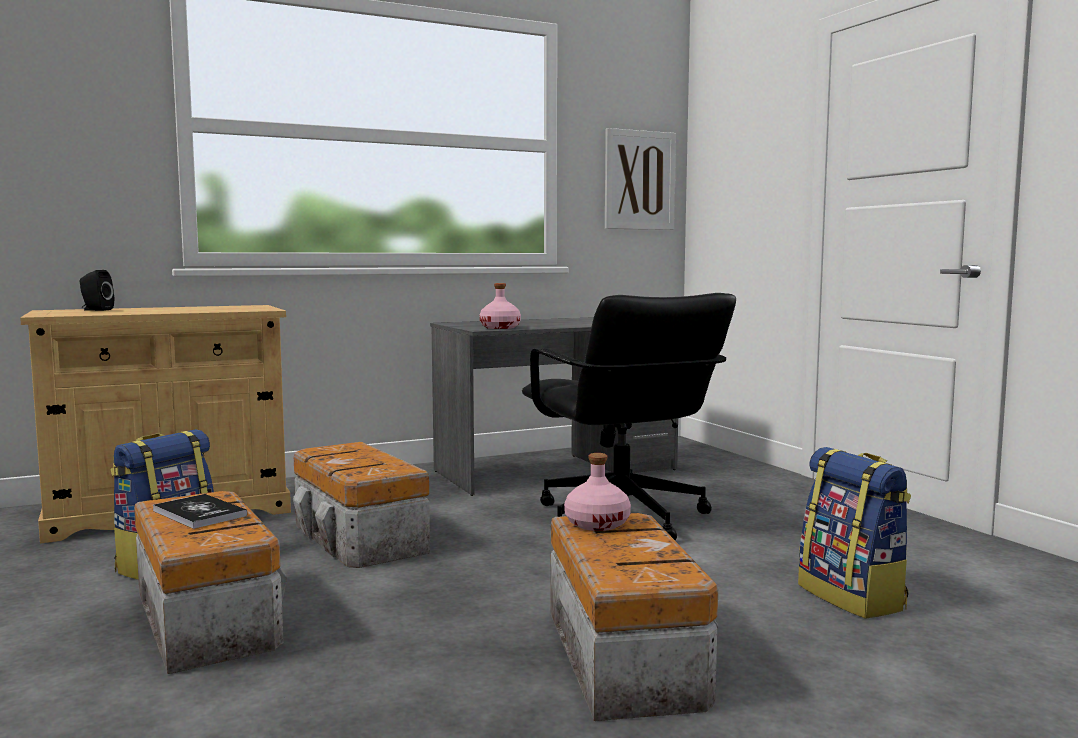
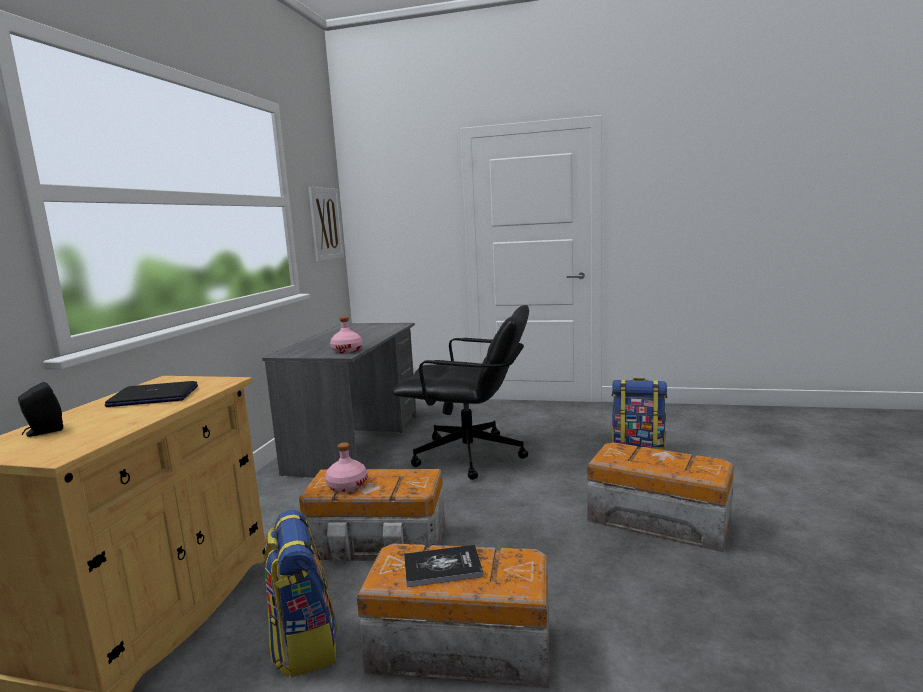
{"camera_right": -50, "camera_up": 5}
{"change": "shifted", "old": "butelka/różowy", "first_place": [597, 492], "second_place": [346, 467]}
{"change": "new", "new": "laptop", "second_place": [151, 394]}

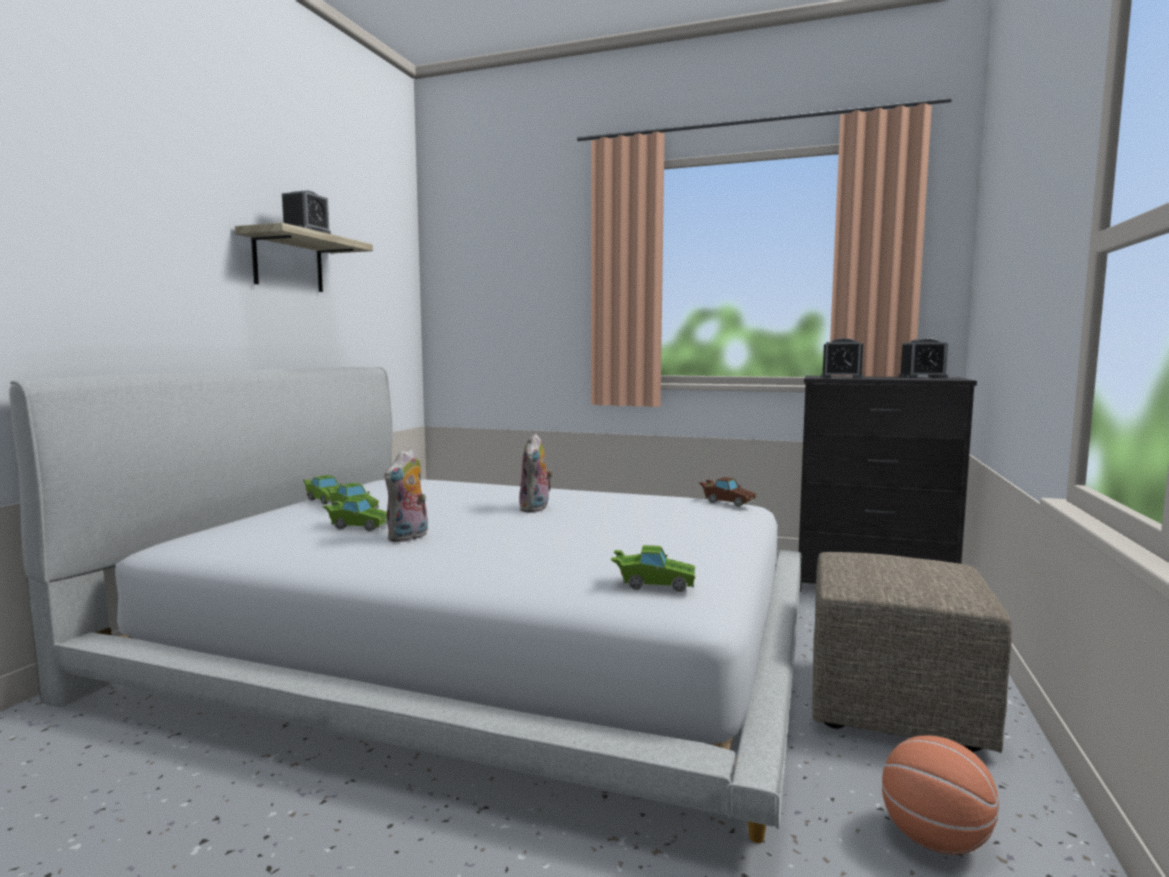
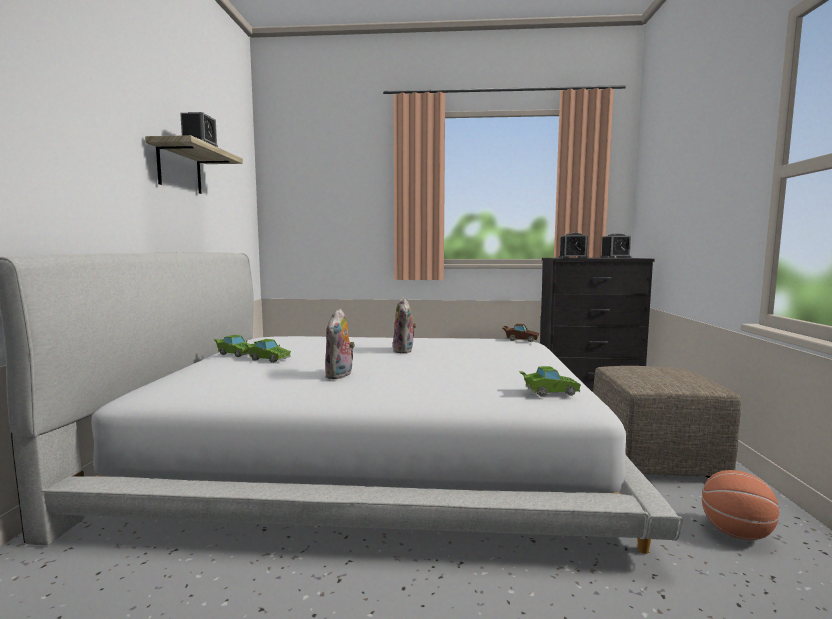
{"camera_right": -15, "camera_up": 0}
{"change": "gone", "old": "samochodzik/zielony", "first_place": [354, 514]}

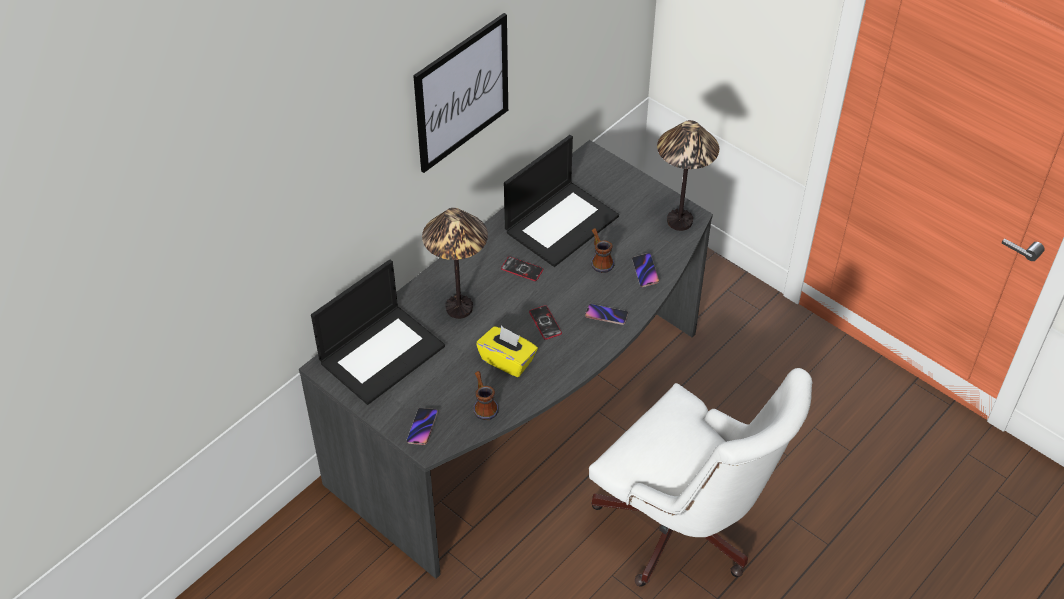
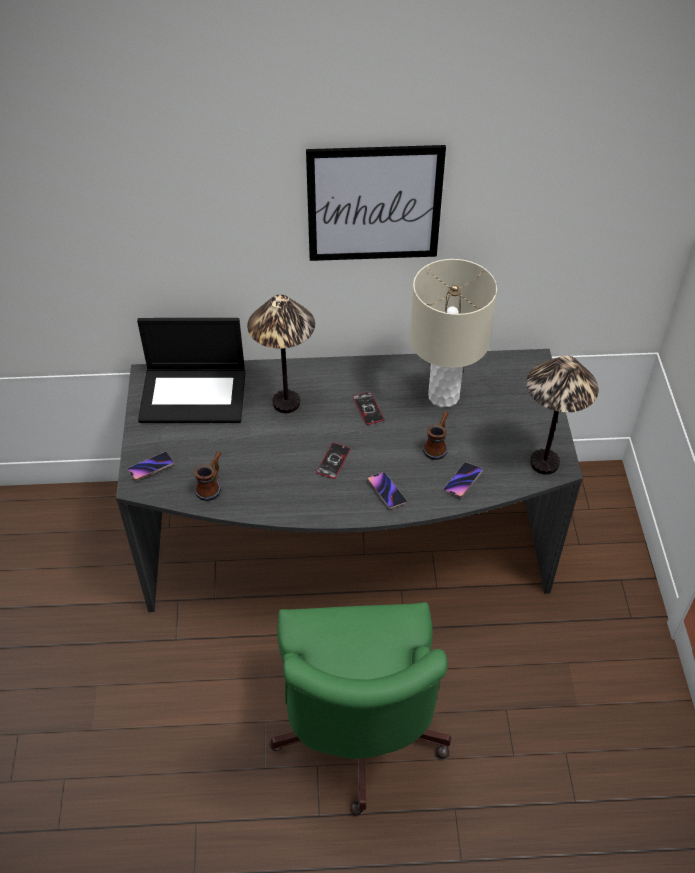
{"camera_right": 45, "camera_up": 0}
{"change": "gone", "old": "pudełko chusteczek/żółty", "first_place": [507, 351]}
{"change": "swapped", "old": "laptop", "new": "lampa stołowa/beżowy", "first_place": [561, 201], "second_place": [453, 333]}
{"change": "repainted", "old": "krzesło biurowe/biały", "new": "krzesło biurowe/zielony", "first_place": [700, 477], "second_place": [360, 709]}

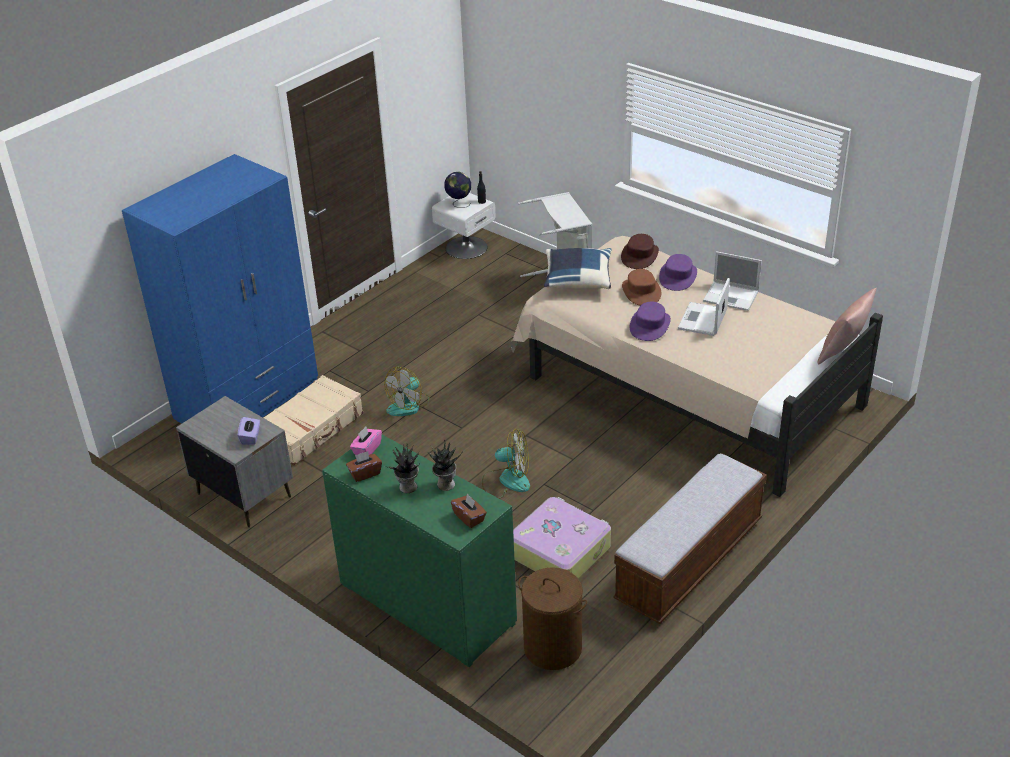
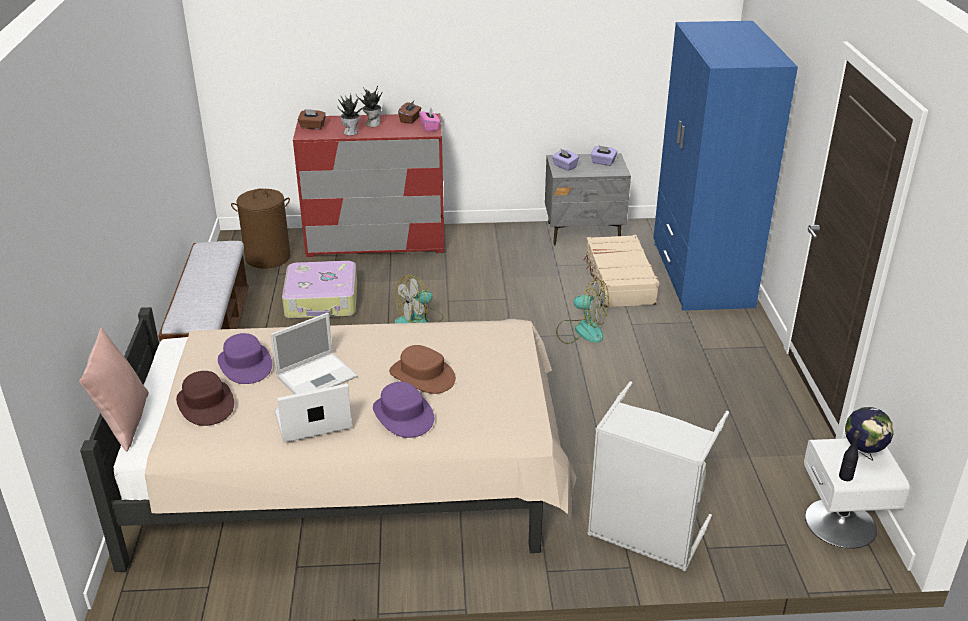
{"camera_right": 135, "camera_up": -5}
{"change": "repainted", "old": "komoda/zielony", "new": "komoda/czerwony", "first_place": [419, 551], "second_place": [369, 185]}
{"change": "rotated", "old": "wentylator", "first_place": [406, 391], "second_place": [582, 311], "degrees": 120}
{"change": "gone", "old": "poduszka/niebieski", "first_place": [578, 268]}
{"change": "shifted", "old": "kapelusz/brązowy", "first_place": [640, 251], "second_place": [205, 398]}
{"change": "shifted", "old": "kapelusz/fioletowy", "first_place": [650, 321], "second_place": [245, 358]}
{"change": "rotated", "old": "laptop", "first_place": [704, 307], "second_place": [314, 353], "degrees": 75}
{"change": "new", "new": "pudełko chusteczek/fioletowy", "second_place": [604, 156]}

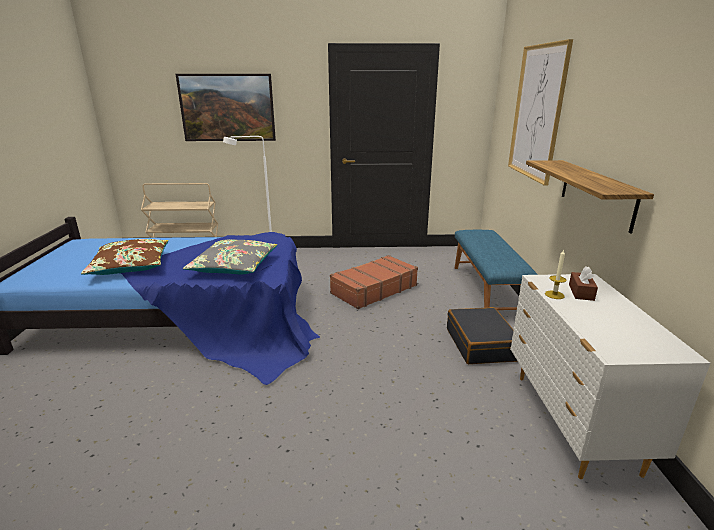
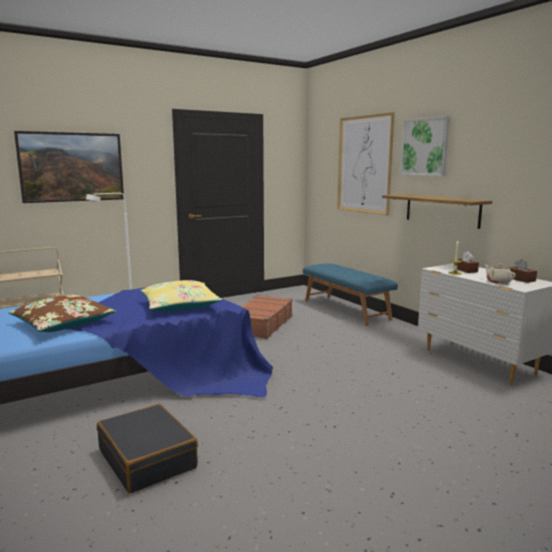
{"camera_right": -30, "camera_up": -10}
{"change": "repainted", "old": "poduszka/szary", "new": "poduszka/żółty", "first_place": [230, 257], "second_place": [181, 296]}
{"change": "shifted", "old": "walizka/czarny", "first_place": [482, 335], "second_place": [147, 449]}
{"change": "new", "new": "obraz", "second_place": [425, 146]}
{"change": "new", "new": "imbryk/beżowy", "second_place": [500, 274]}
{"change": "new", "new": "pudełko chusteczek/brązowy", "second_place": [522, 271]}

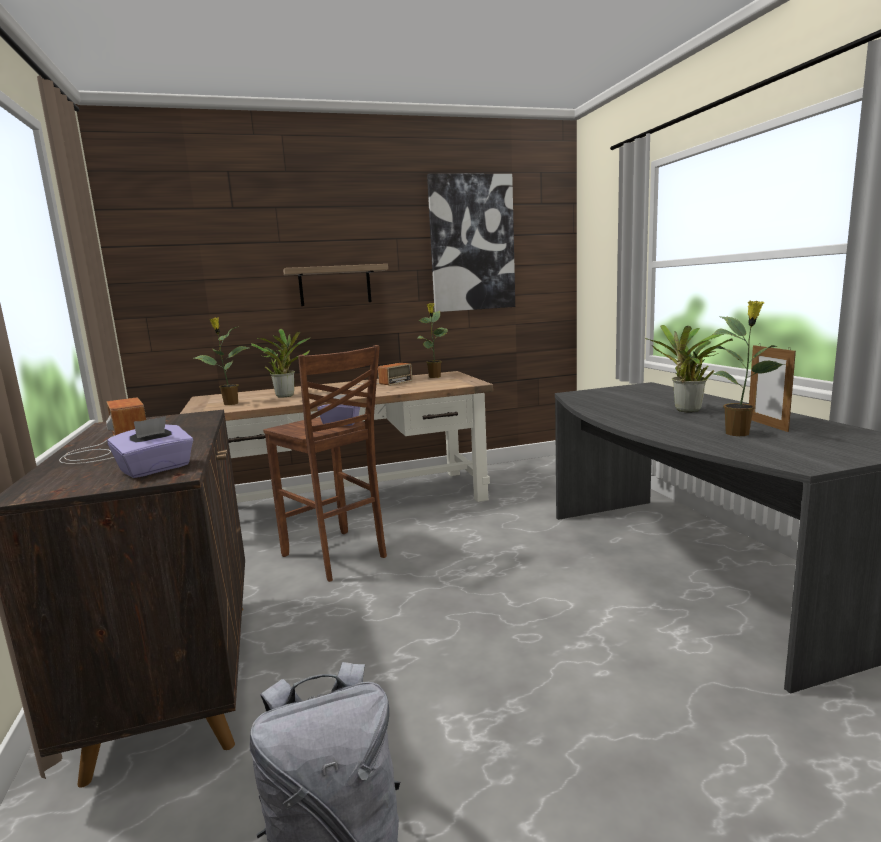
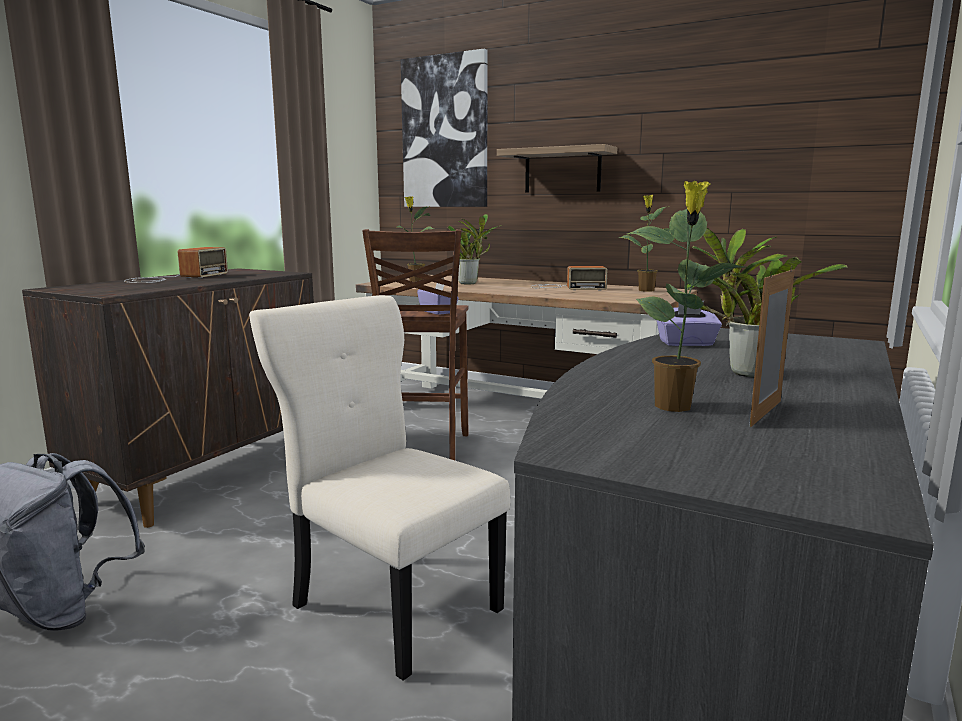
{"camera_right": 45, "camera_up": 0}
{"change": "shifted", "old": "pudełko chusteczek/fioletowy", "first_place": [150, 447], "second_place": [689, 323]}
{"change": "shifted", "old": "obraz", "first_place": [471, 242], "second_place": [444, 127]}
{"change": "new", "new": "krzesło/beżowy", "second_place": [379, 488]}

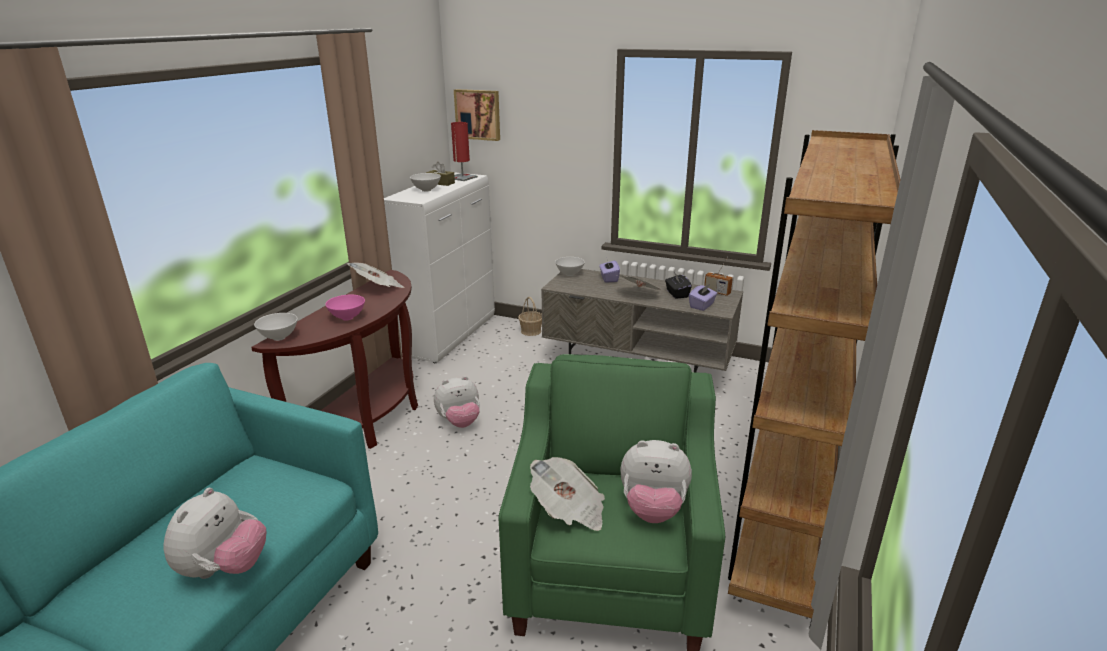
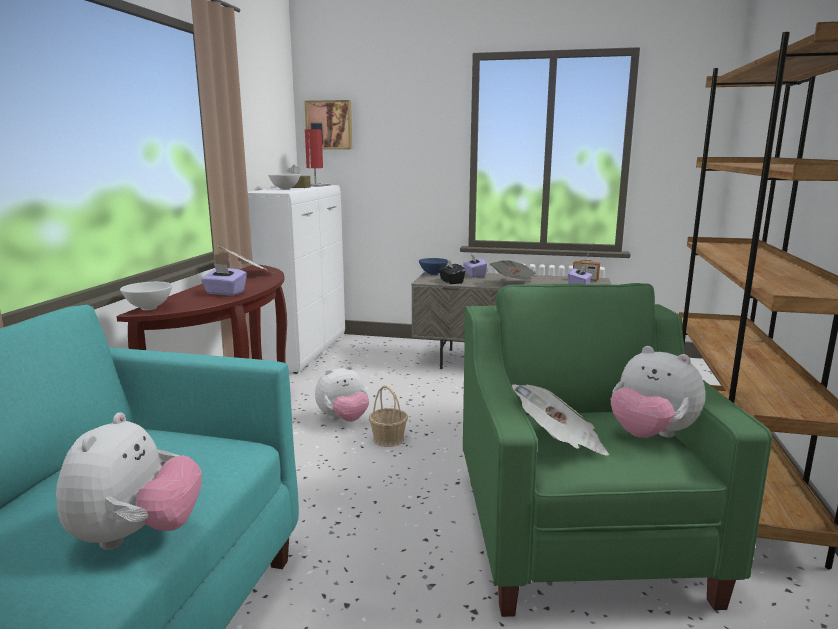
{"camera_right": -10, "camera_up": -10}
{"change": "swapped", "old": "miska/różowy", "new": "pudełko chusteczek/fioletowy", "first_place": [345, 307], "second_place": [224, 279]}
{"change": "shifted", "old": "koszyk", "first_place": [530, 316], "second_place": [388, 416]}
{"change": "repainted", "old": "miska/biały", "new": "miska/niebieski", "first_place": [570, 266], "second_place": [433, 266]}
{"change": "rotated", "old": "pluszak", "first_place": [656, 481], "second_place": [658, 392], "degrees": 45}
{"change": "shifted", "old": "pudełko chusteczek/czarny", "first_place": [678, 285], "second_place": [452, 272]}

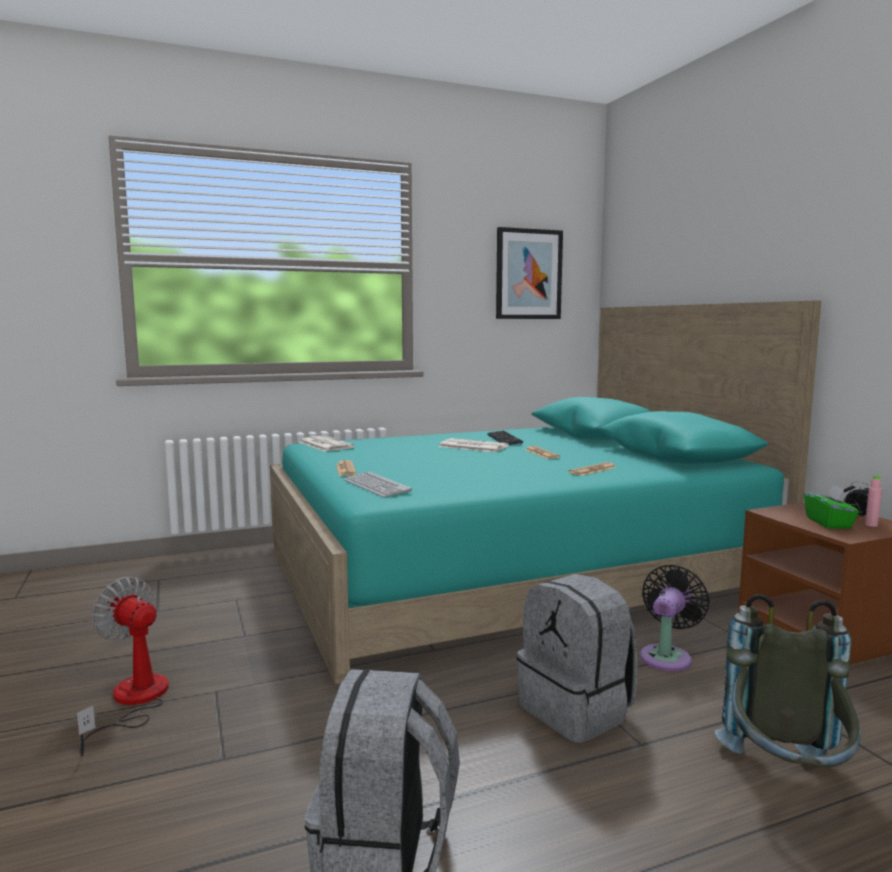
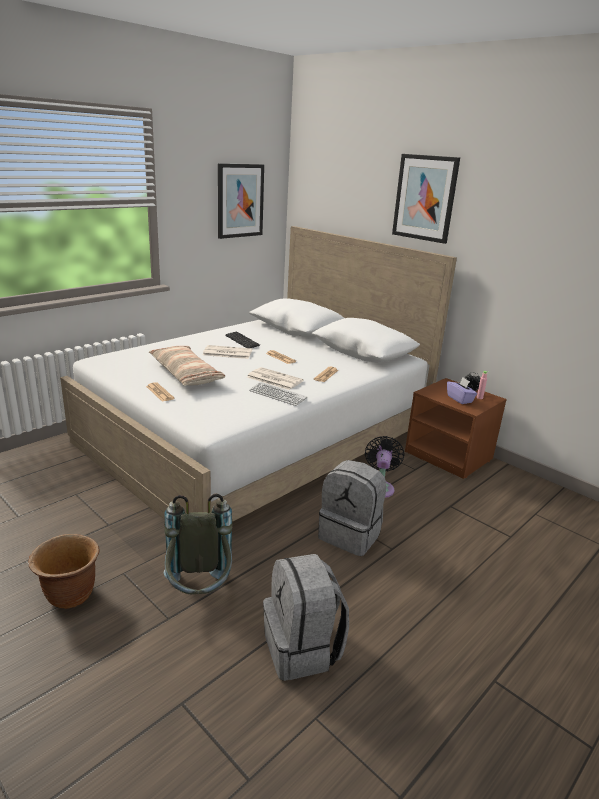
{"camera_right": -25, "camera_up": 15}
{"change": "swapped", "old": "wentylator", "new": "donica/brązowy", "first_place": [123, 667], "second_place": [63, 571]}
{"change": "repainted", "old": "łóżko/turkusowy", "new": "łóżko/biały", "first_place": [545, 492], "second_place": [258, 374]}
{"change": "shifted", "old": "gazeta", "first_place": [327, 444], "second_place": [275, 378]}
{"change": "shifted", "old": "klawiatura", "first_place": [378, 485], "second_place": [278, 394]}
{"change": "shifted", "old": "plecak/szary", "first_place": [788, 681], "second_place": [198, 544]}
{"change": "repainted", "old": "pudełko chusteczek/zielony", "new": "pudełko chusteczek/fioletowy", "first_place": [831, 507], "second_place": [462, 391]}
{"change": "new", "new": "poduszka", "second_place": [187, 366]}
{"change": "new", "new": "obraz", "second_place": [426, 199]}

